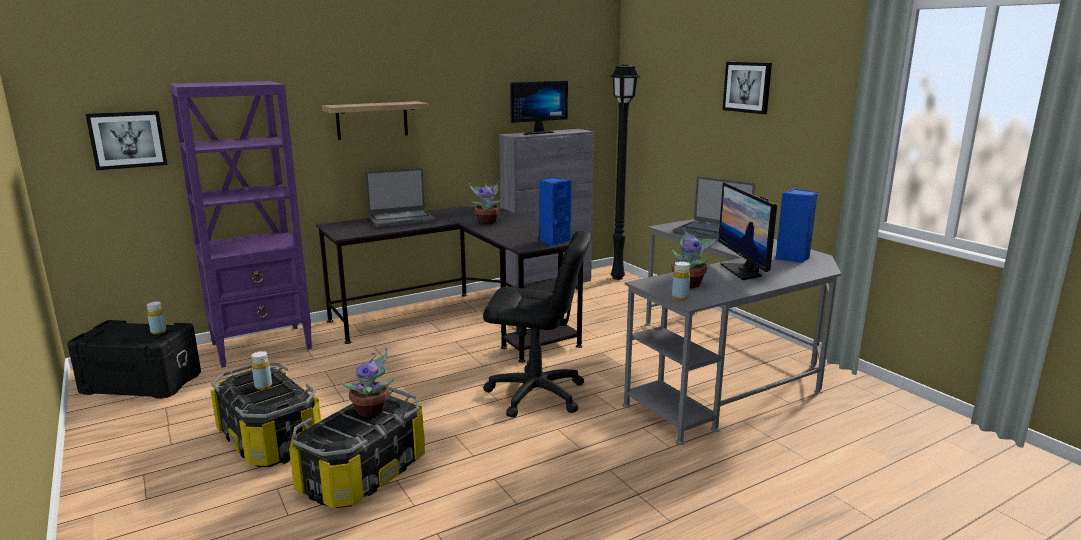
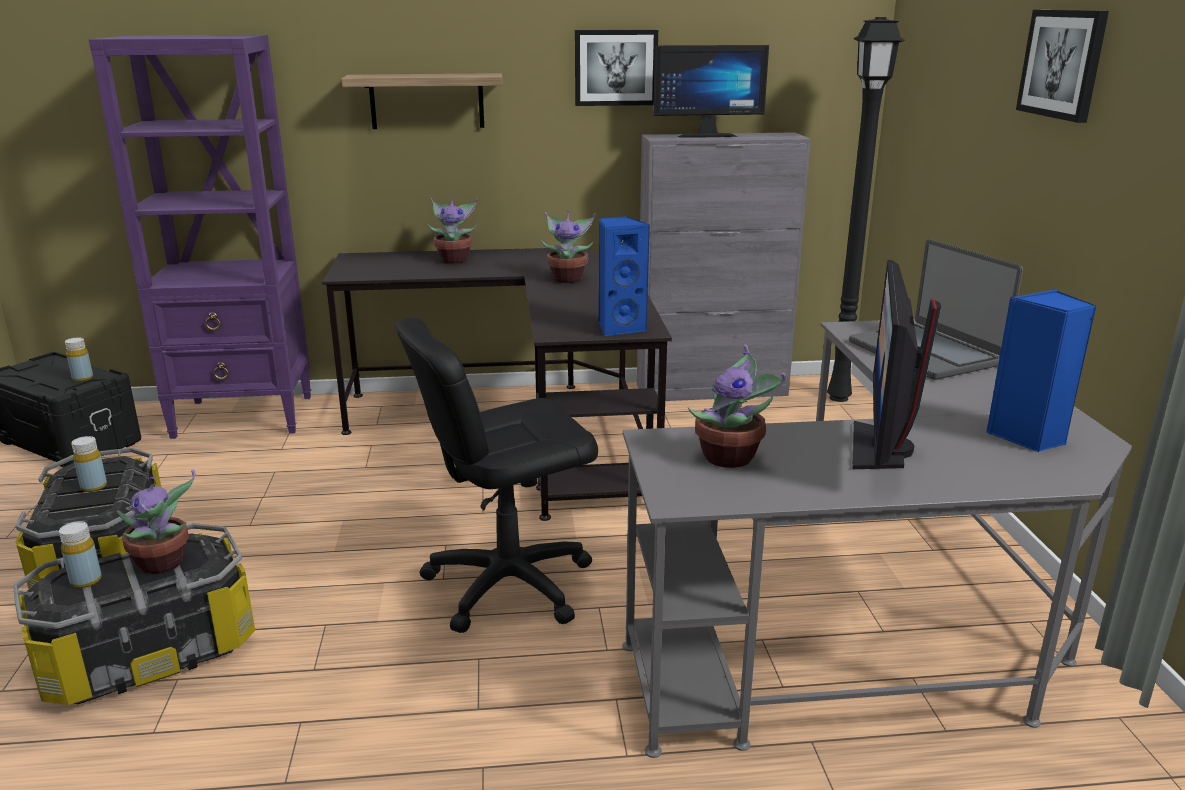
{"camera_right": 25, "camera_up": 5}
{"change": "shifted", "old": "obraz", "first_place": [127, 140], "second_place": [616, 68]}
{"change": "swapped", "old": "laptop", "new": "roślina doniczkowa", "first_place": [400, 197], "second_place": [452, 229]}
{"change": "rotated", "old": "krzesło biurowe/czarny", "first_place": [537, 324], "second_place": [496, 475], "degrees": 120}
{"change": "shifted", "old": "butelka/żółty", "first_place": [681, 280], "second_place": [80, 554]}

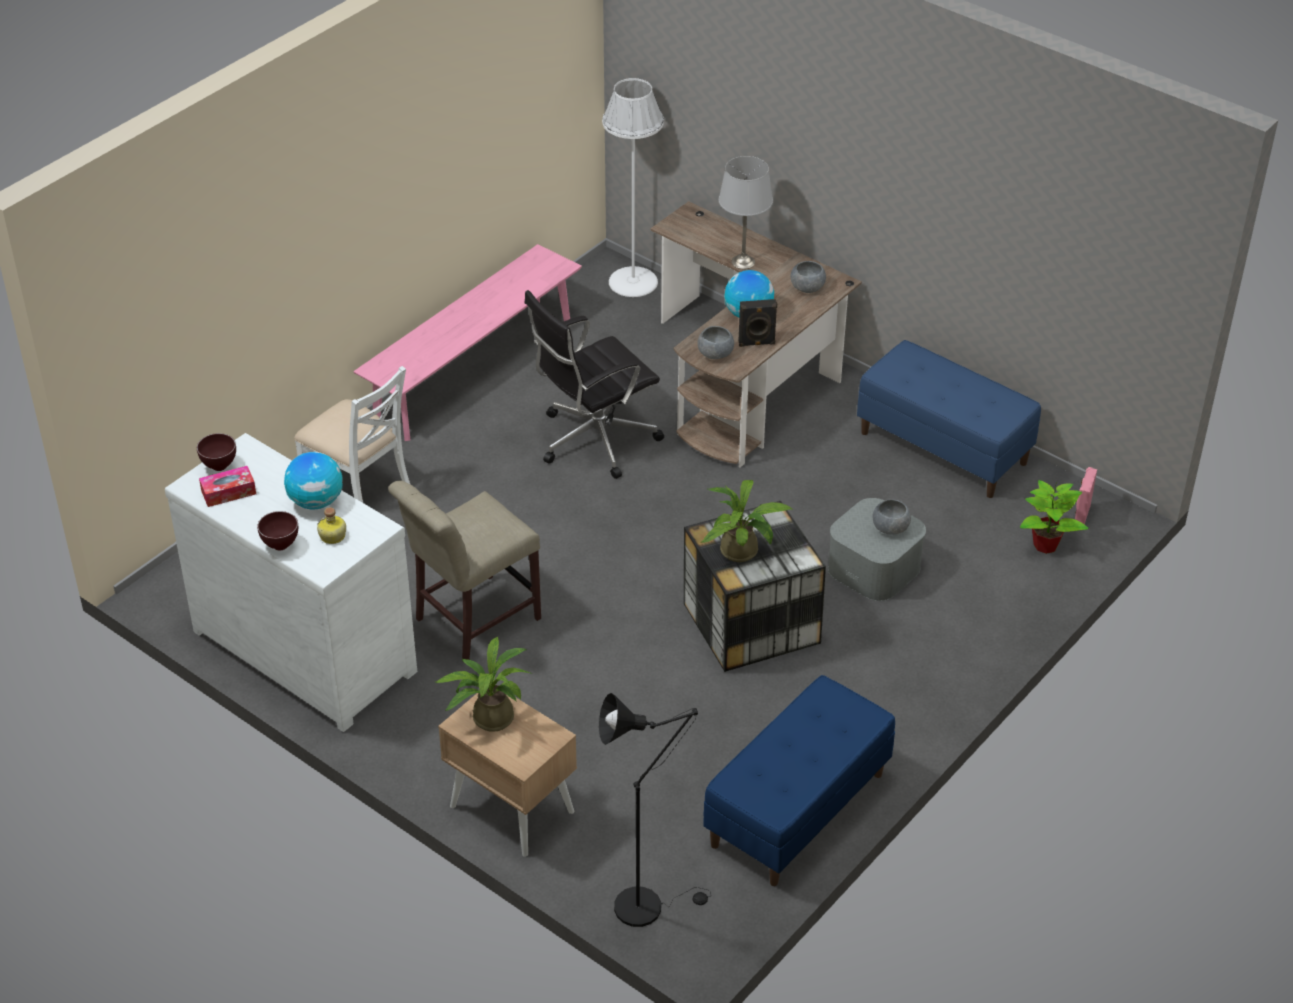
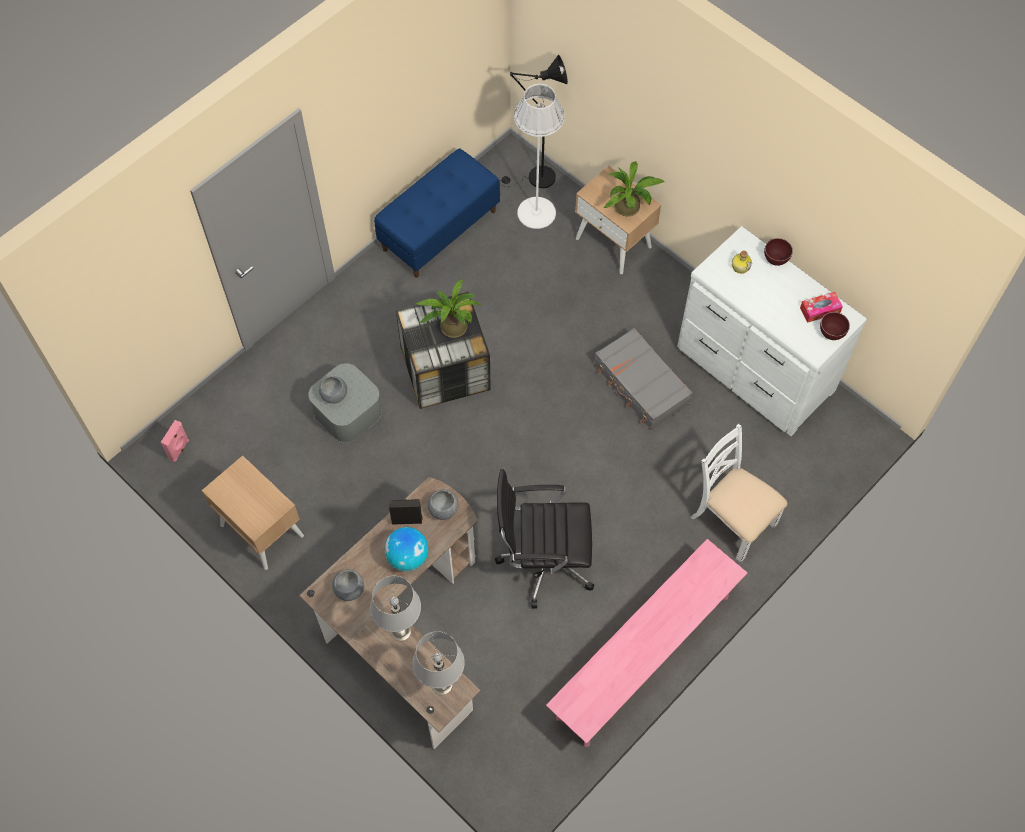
{"camera_right": -175, "camera_up": 20}
{"change": "gone", "old": "globus", "first_place": [313, 481]}
{"change": "swapped", "old": "krzesło/beżowy", "new": "walizka/szary", "first_place": [464, 570], "second_place": [643, 379]}
{"change": "rotated", "old": "krzesło biurowe/czarny", "first_place": [594, 384], "second_place": [544, 538], "degrees": -150}
{"change": "shifted", "old": "lampa stojąca/biały", "first_place": [633, 187], "second_place": [539, 156]}
{"change": "swapped", "old": "ławka/niebieski", "new": "szafka nocna/beżowy", "first_place": [949, 419], "second_place": [253, 512]}
{"change": "gone", "old": "roślina doniczkowa", "first_place": [1054, 517]}
{"change": "new", "new": "lampa stołowa/szary", "second_place": [438, 663]}

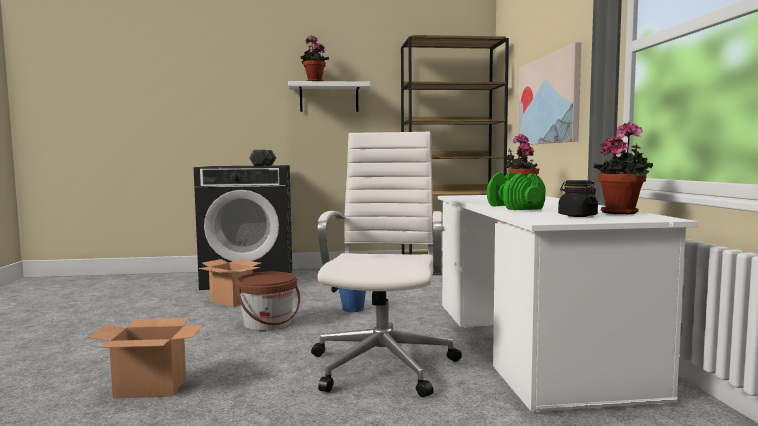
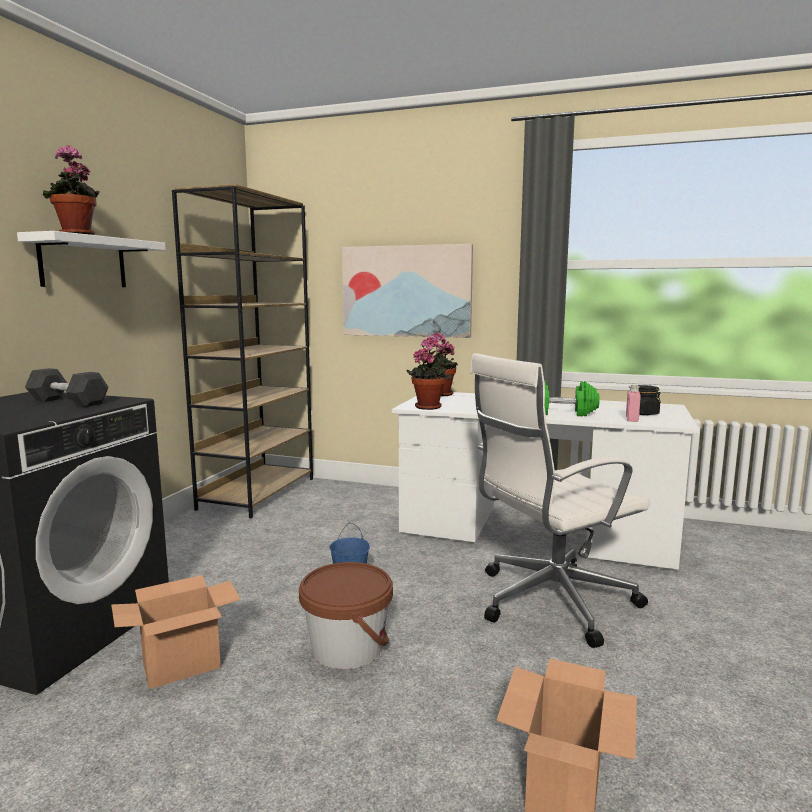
{"camera_right": -65, "camera_up": 5}
{"change": "rotated", "old": "krzesło biurowe/biały", "first_place": [386, 265], "second_place": [560, 500], "degrees": -60}
{"change": "shifted", "old": "roślina doniczkowa", "first_place": [623, 168], "second_place": [428, 373]}
{"change": "new", "new": "butelka/różowy", "second_place": [633, 403]}

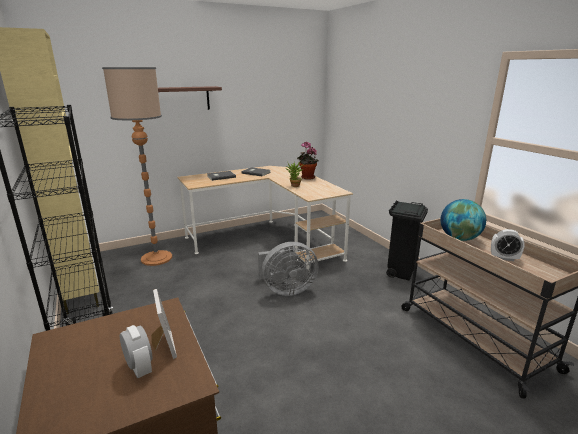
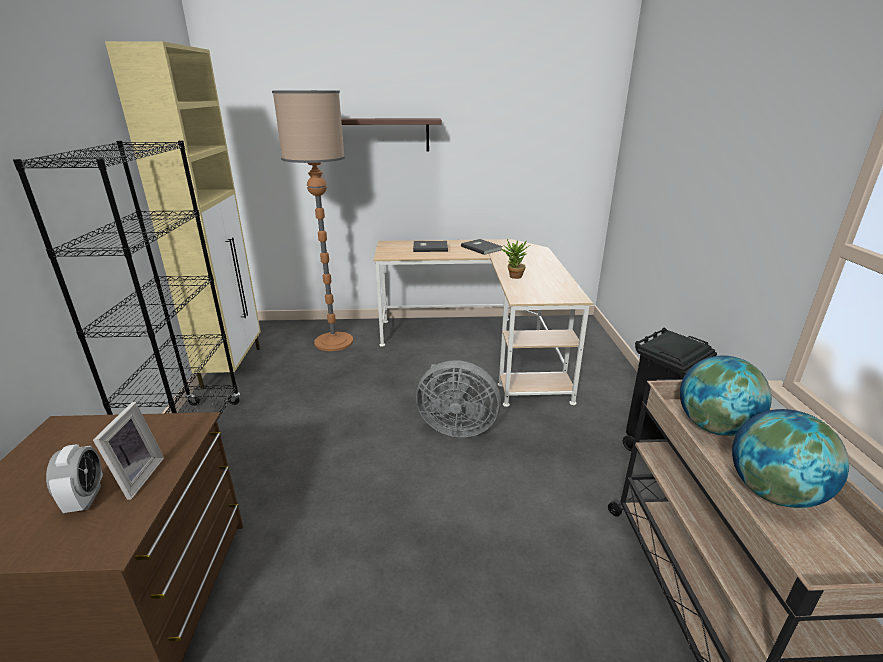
{"camera_right": 25, "camera_up": 5}
{"change": "gone", "old": "roślina doniczkowa", "first_place": [308, 160]}
{"change": "swapped", "old": "budzik", "new": "globus", "first_place": [508, 245], "second_place": [790, 458]}

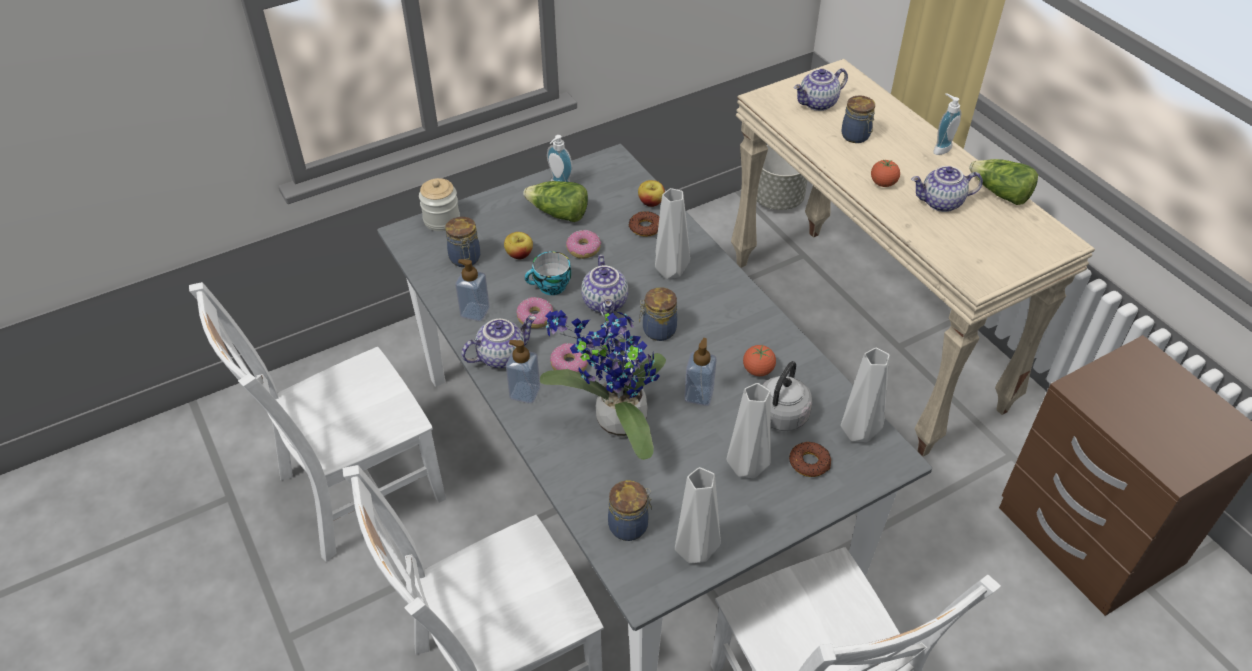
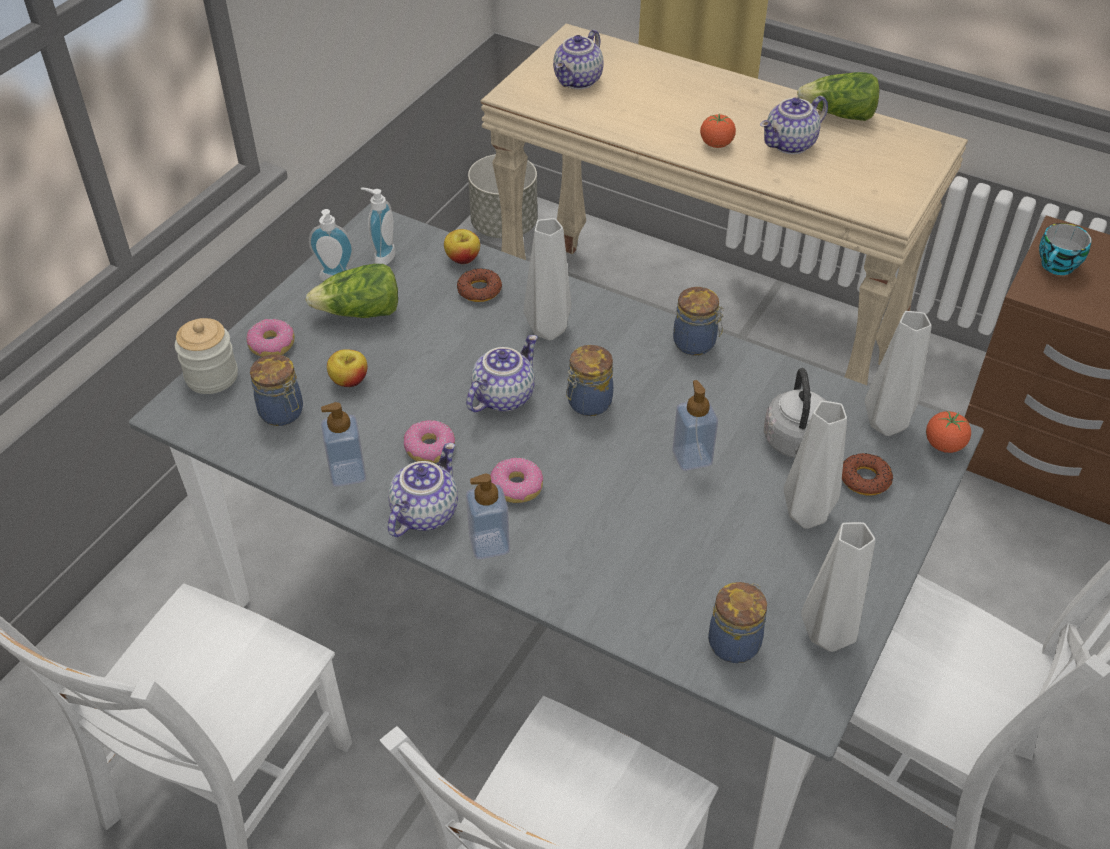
{"camera_right": -30, "camera_up": 0}
{"change": "shifted", "old": "filiżanka", "first_place": [548, 273], "second_place": [1065, 249]}
{"change": "gone", "old": "roślina doniczkowa", "first_place": [603, 381]}
{"change": "shifted", "old": "donut", "first_place": [583, 244], "second_place": [271, 338]}
{"change": "rotated", "old": "imbryk", "first_place": [604, 285], "second_place": [502, 373], "degrees": -105}
{"change": "shifted", "old": "pomidor", "first_place": [759, 360], "second_place": [948, 431]}
{"change": "shifted", "old": "słoik", "first_place": [858, 119], "second_place": [698, 321]}
{"change": "shifted", "old": "dozownik mydła", "first_place": [947, 124], "second_place": [378, 226]}

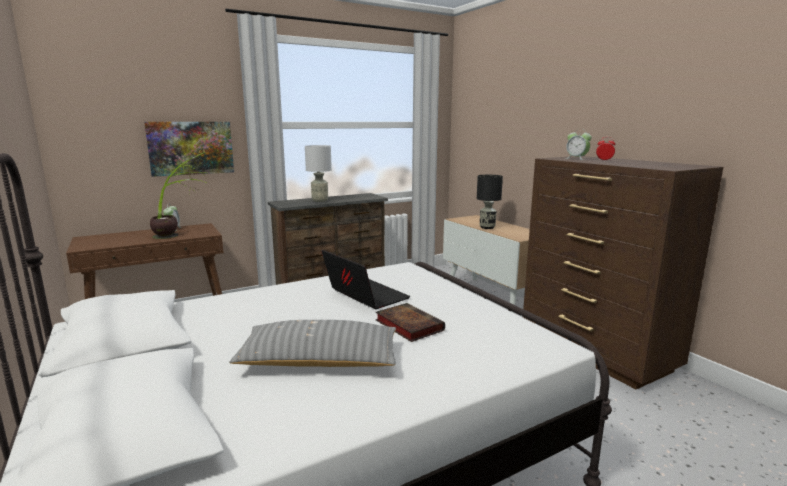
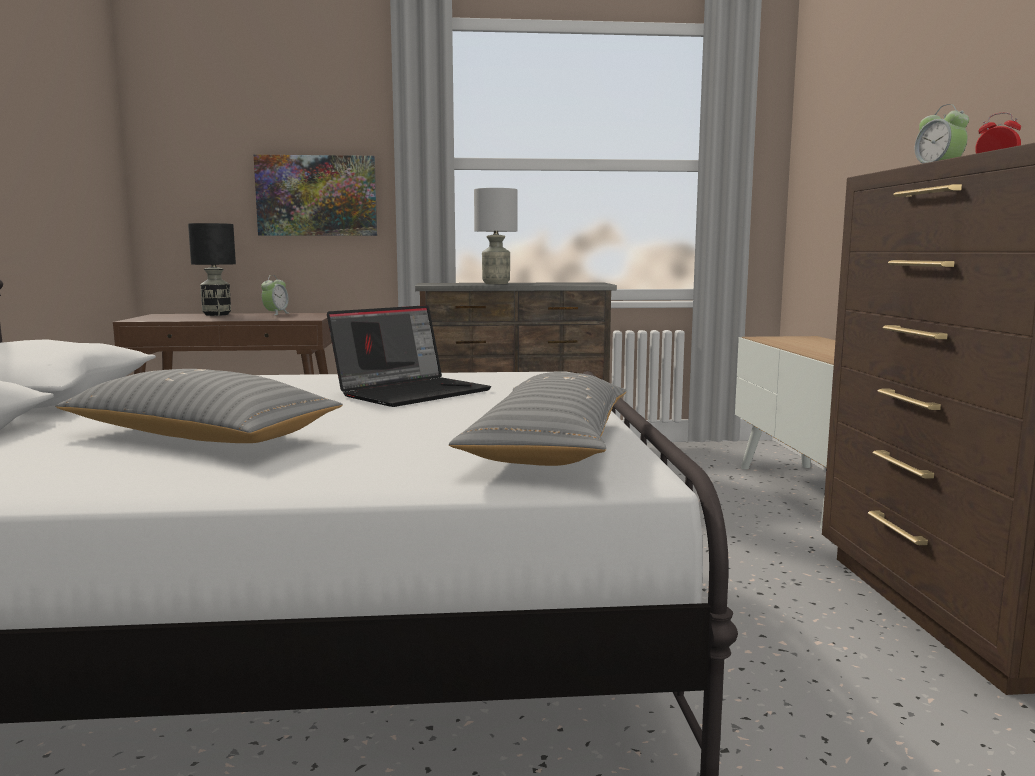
{"camera_right": 25, "camera_up": -5}
{"change": "gone", "old": "roślina doniczkowa", "first_place": [178, 195]}
{"change": "rotated", "old": "laptop", "first_place": [366, 279], "second_place": [409, 356], "degrees": 60}
{"change": "gone", "old": "książka", "first_place": [410, 322]}
{"change": "shifted", "old": "lampa stołowa/czarny", "first_place": [490, 202], "second_place": [212, 269]}
{"change": "new", "new": "poduszka/szary", "second_place": [537, 419]}

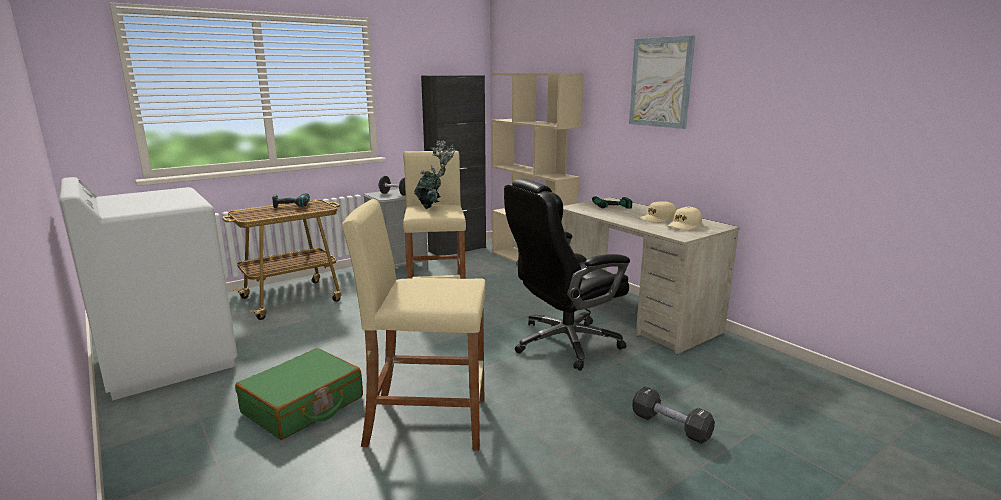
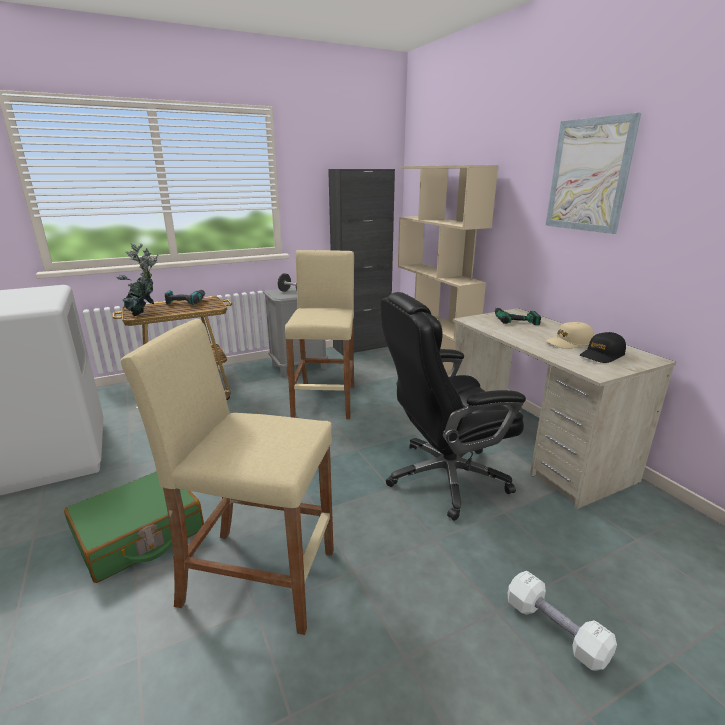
{"camera_right": 10, "camera_up": 5}
{"change": "shifted", "old": "roślina doniczkowa", "first_place": [434, 174], "second_place": [137, 279]}
{"change": "repainted", "old": "hantel/czarny", "new": "hantel/biały", "first_place": [673, 415], "second_place": [562, 621]}
{"change": "repainted", "old": "czapka z daszkiem/beżowy", "new": "czapka z daszkiem/czarny", "first_place": [685, 218], "second_place": [603, 347]}

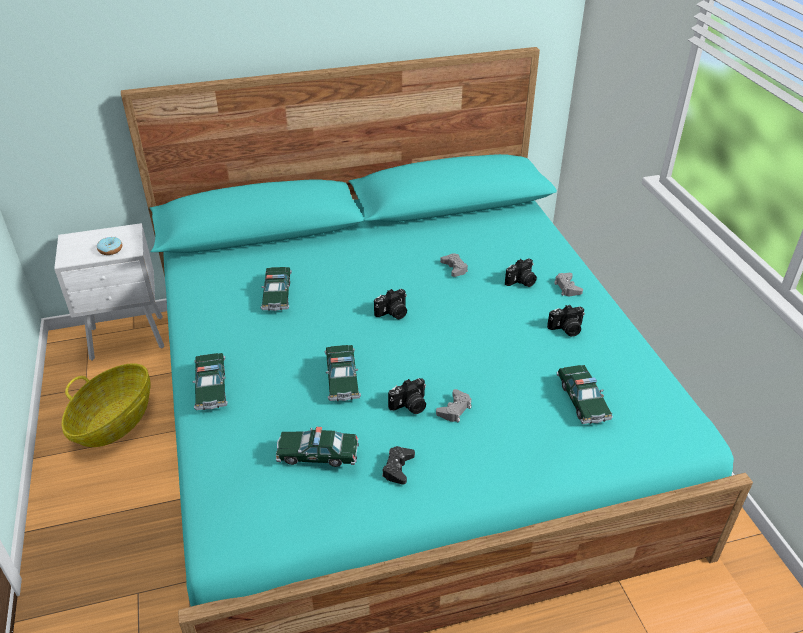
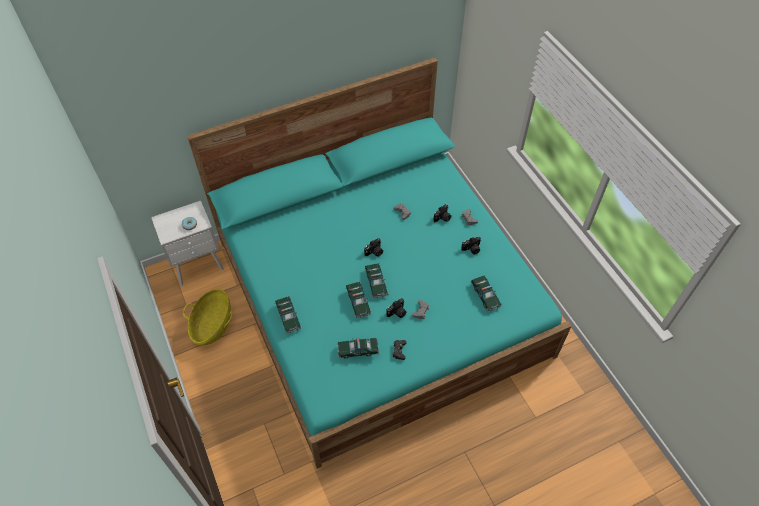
{"camera_right": -10, "camera_up": 15}
{"change": "shifted", "old": "samochodzik", "first_place": [276, 289], "second_place": [376, 280]}

